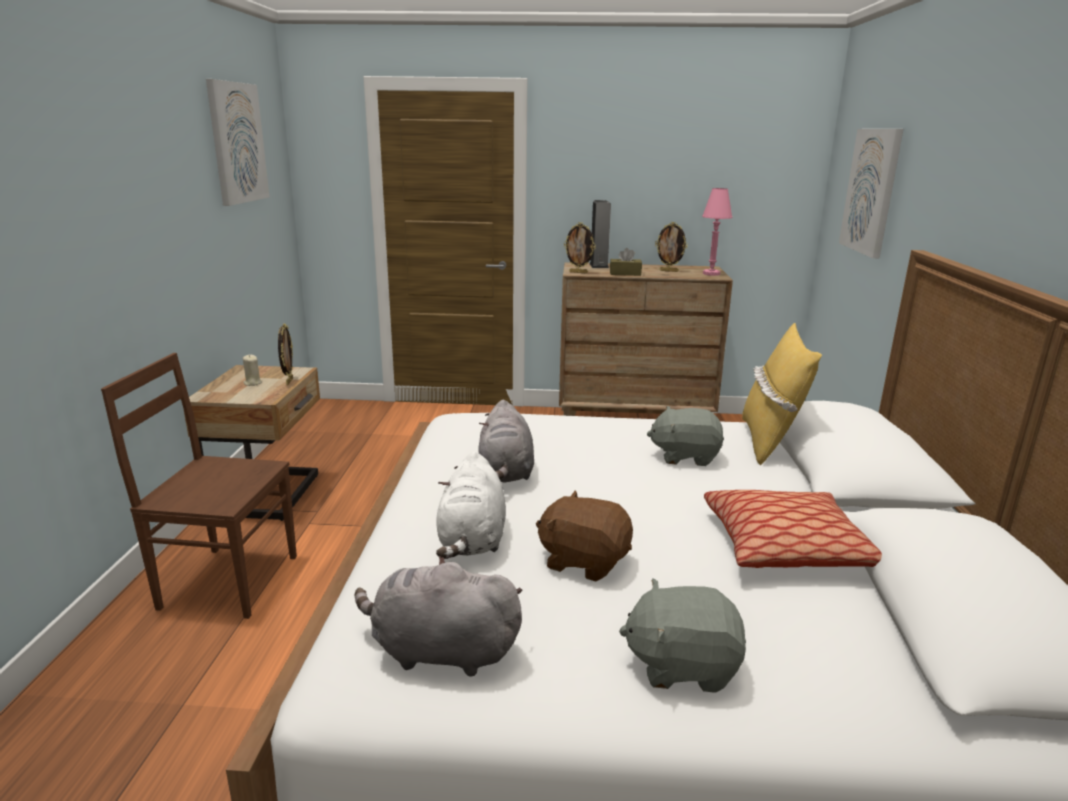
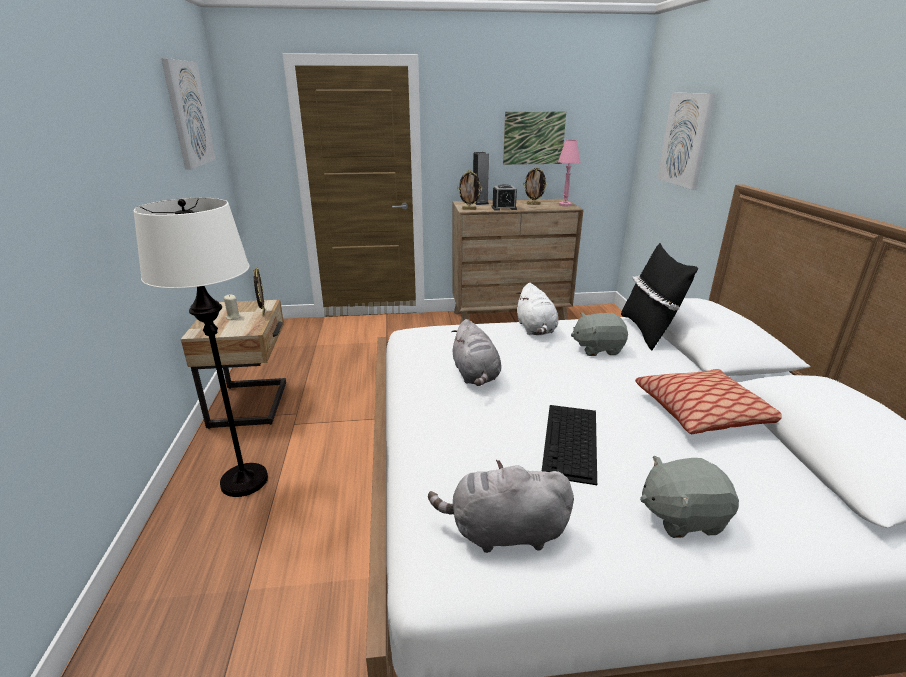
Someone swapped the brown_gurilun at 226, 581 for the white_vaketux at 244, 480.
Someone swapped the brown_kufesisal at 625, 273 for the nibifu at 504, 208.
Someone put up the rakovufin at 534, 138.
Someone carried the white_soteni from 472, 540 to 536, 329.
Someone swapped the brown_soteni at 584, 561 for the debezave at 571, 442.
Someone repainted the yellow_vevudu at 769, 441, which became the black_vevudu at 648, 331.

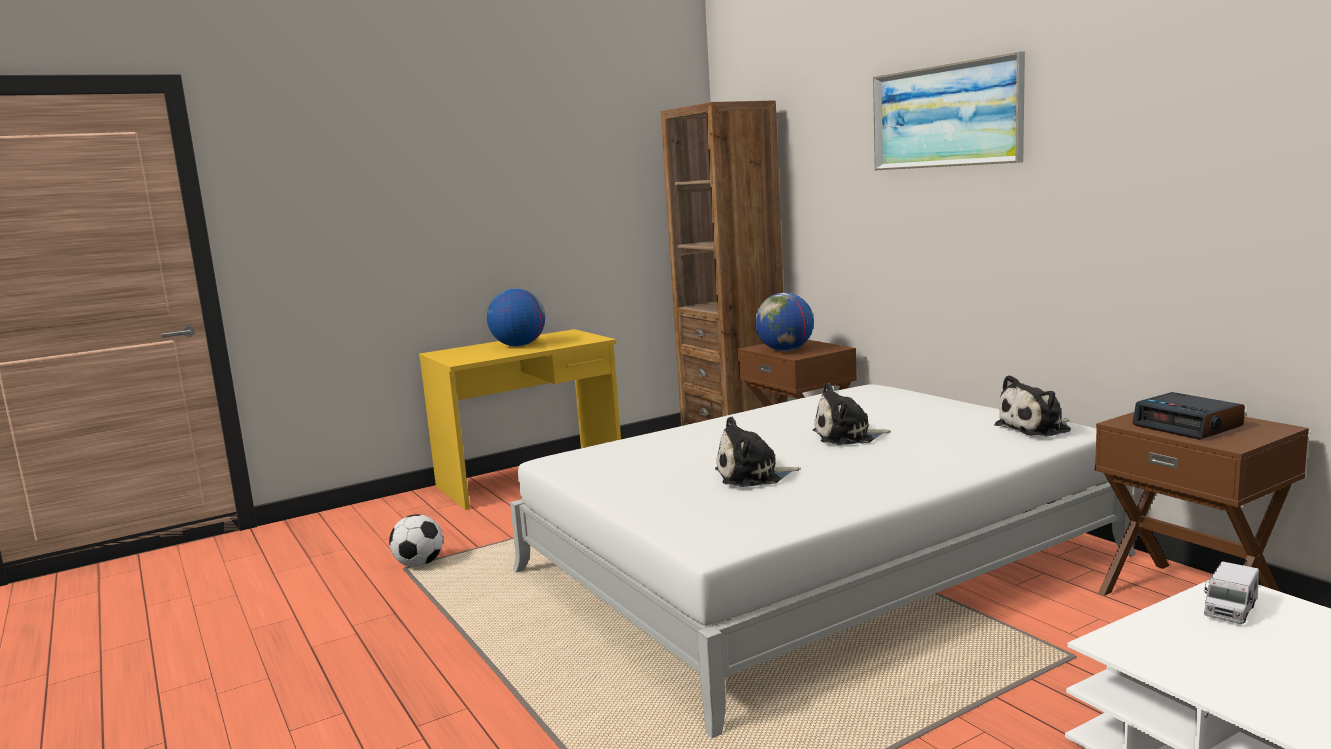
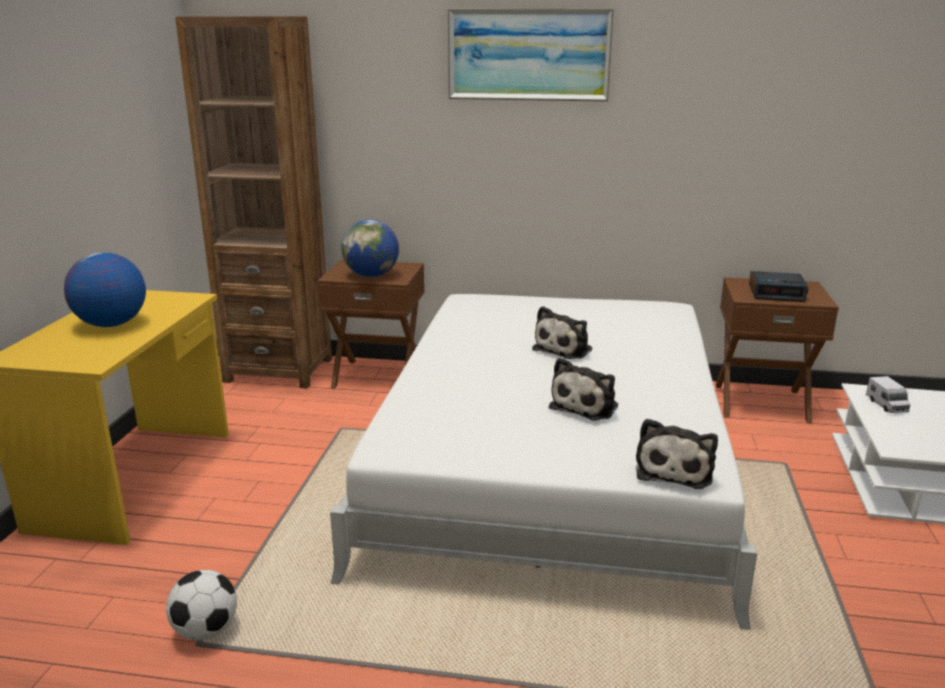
Someone carried the soteni from 1036, 428 to 674, 469.

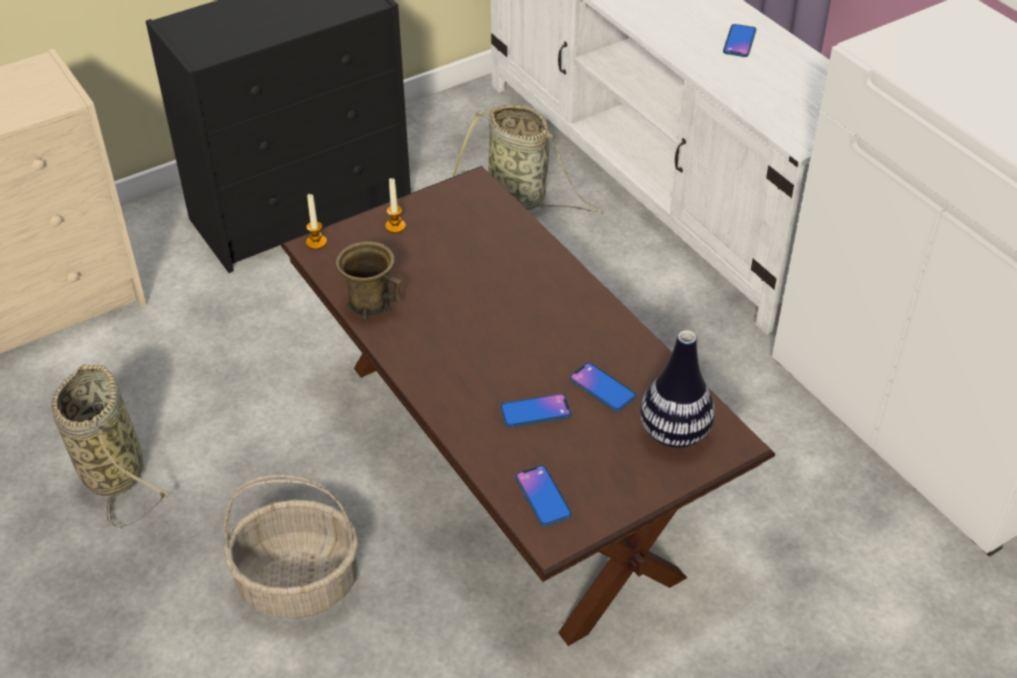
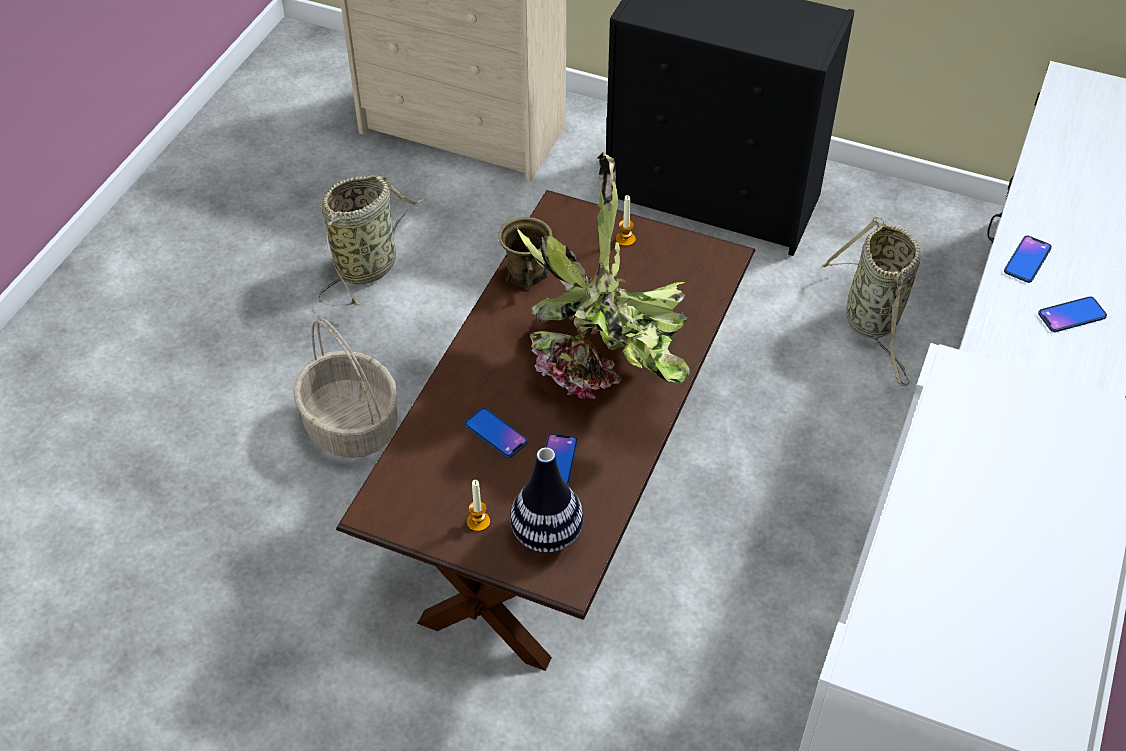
Someone carried the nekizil from 316, 242 to 478, 522.
Someone put down the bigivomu at 609, 367.
Someone carried the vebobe from 543, 496 to 1027, 260.

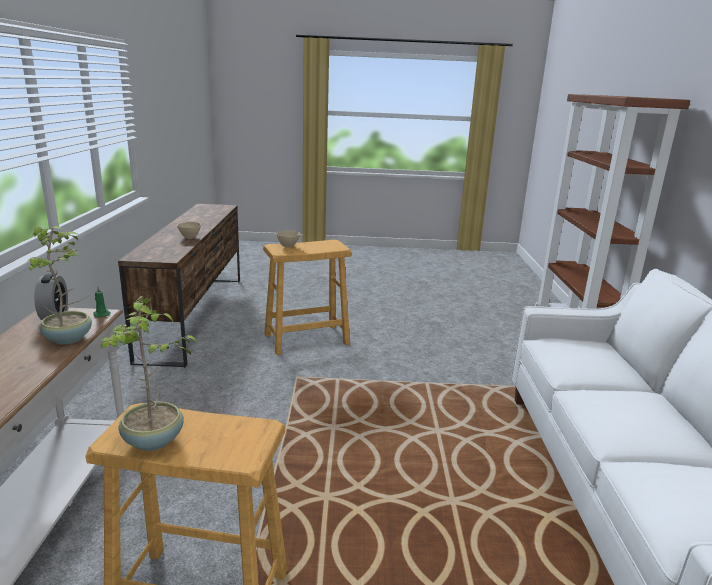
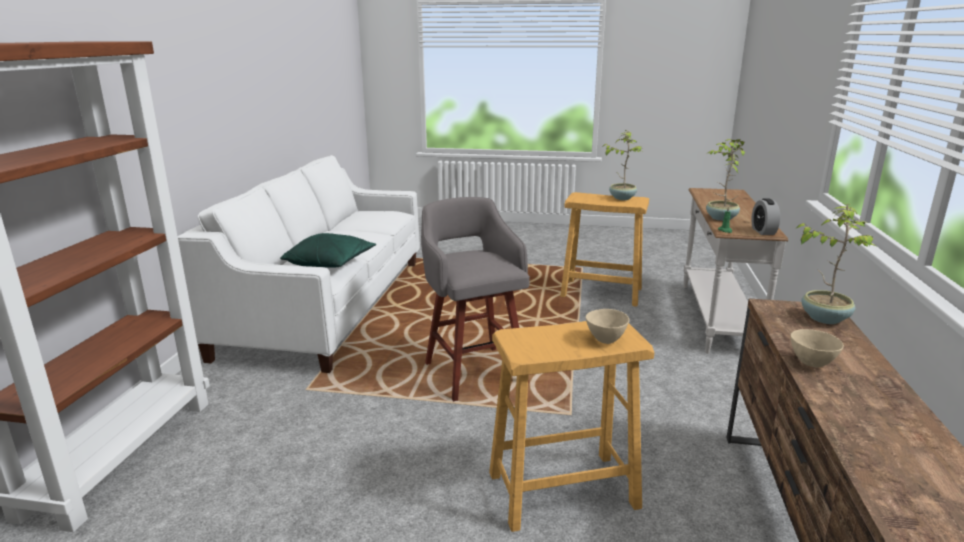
Someone put down the green_vevudu at 330, 263.
Someone put down the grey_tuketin at 474, 371.
Someone put down the bigivomu at 824, 318.

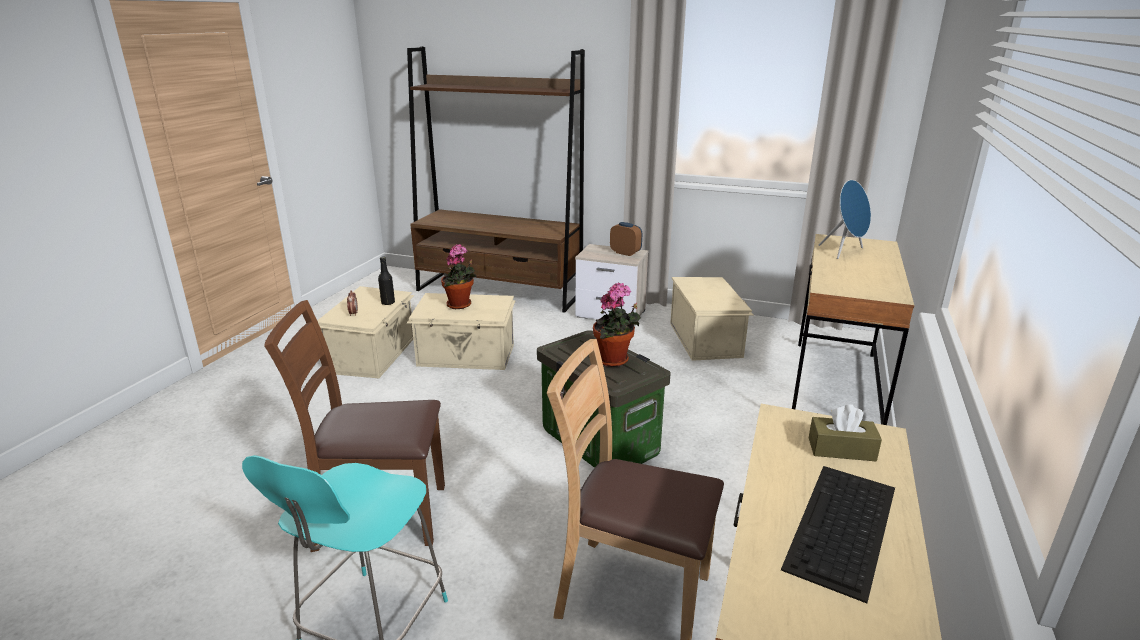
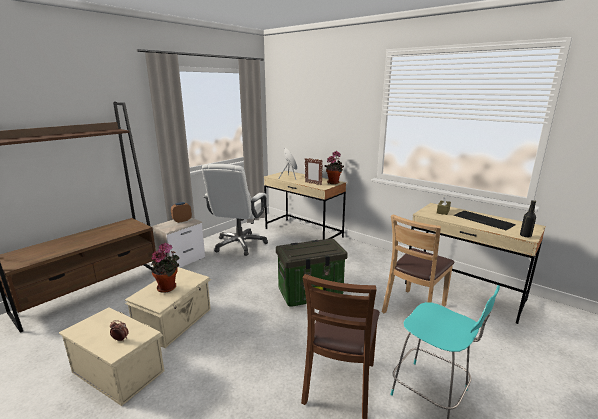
Someone swapped the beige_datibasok at 706, 339 for the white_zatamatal at 240, 244.
Someone put down the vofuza at 313, 183.
Someone carried the bigivomu from 615, 361 to 334, 182.
Someone carried the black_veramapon from 388, 303 to 525, 235.

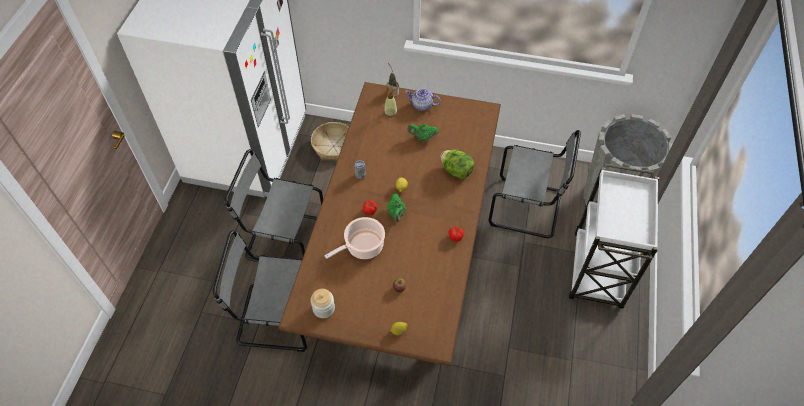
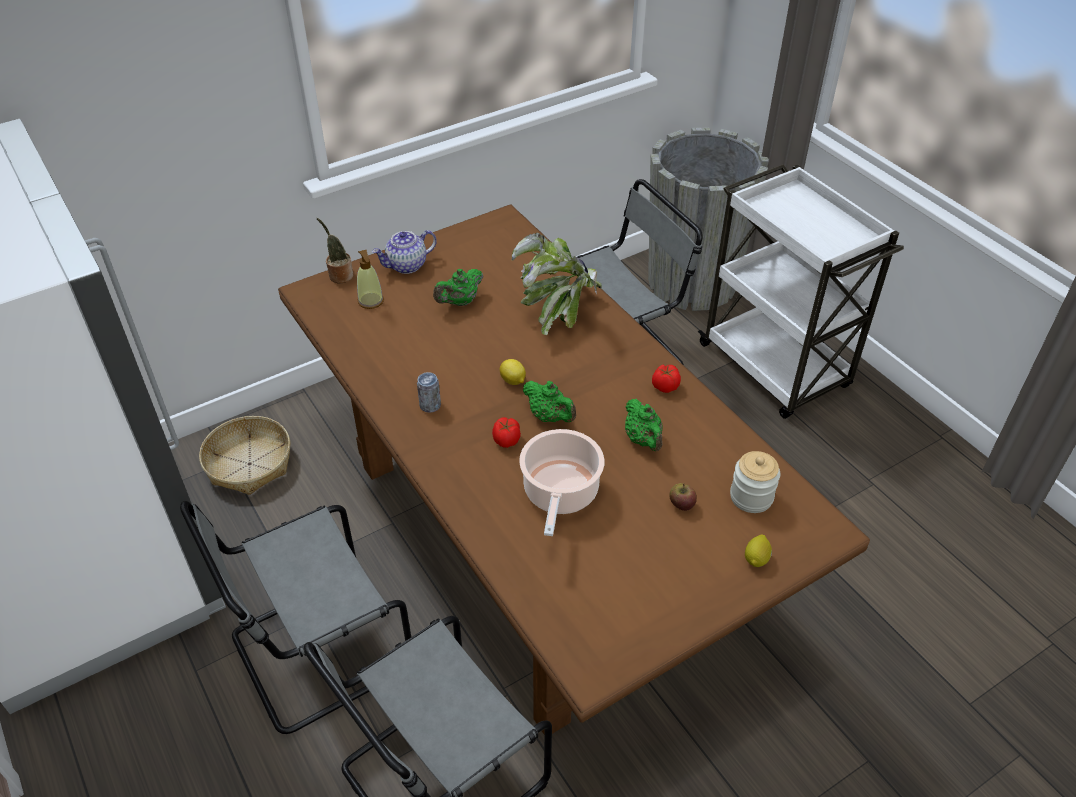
Someone swapped the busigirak at 456, 171 for the bigivomu at 559, 311.
Someone put down the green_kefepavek at 643, 440.
Someone carried the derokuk from 323, 308 to 751, 497.

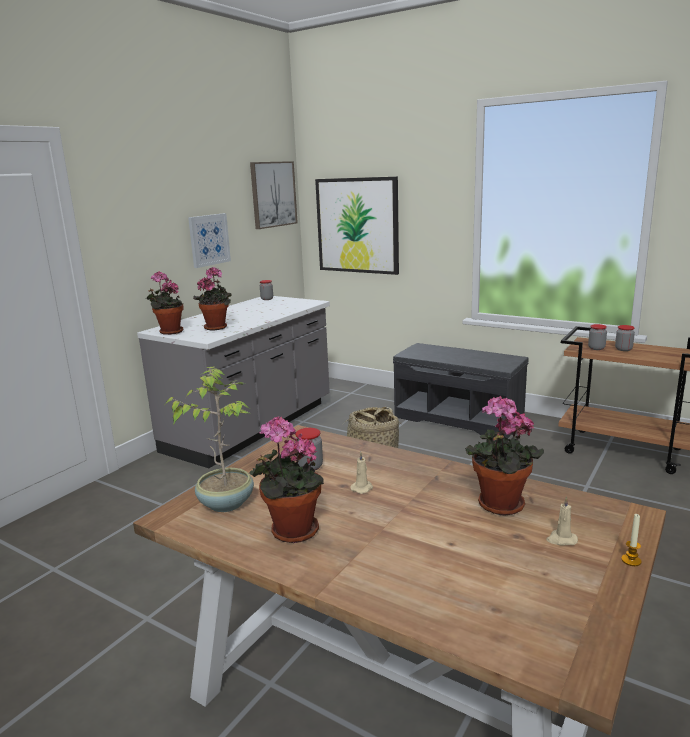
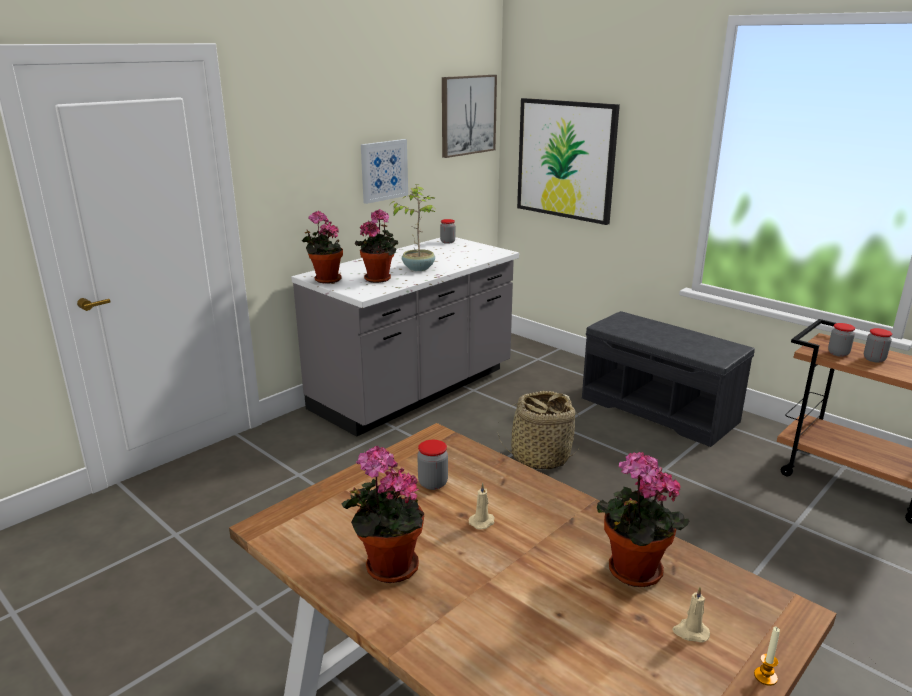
Someone carried the bigivomu from 226, 502 to 418, 268.

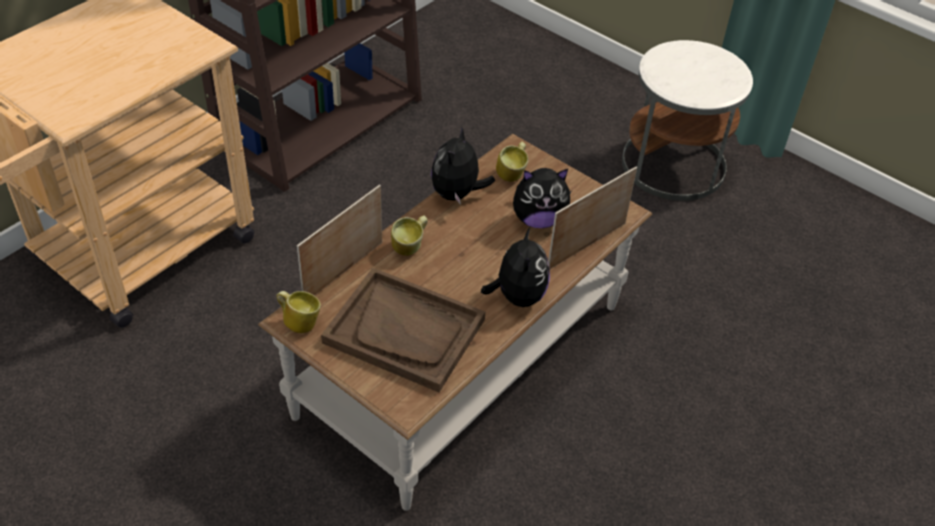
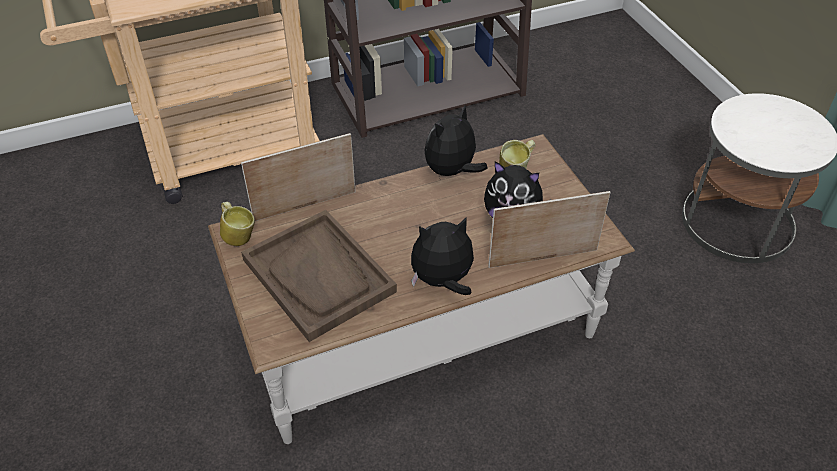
Someone rotated the soteni at 517, 296 by 135 degrees counterclockwise.
Someone took away the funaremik at 410, 247.

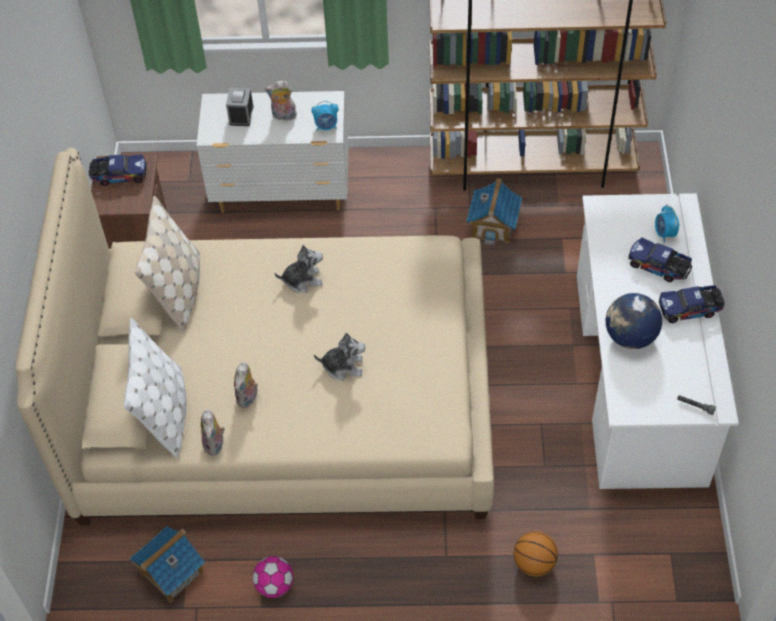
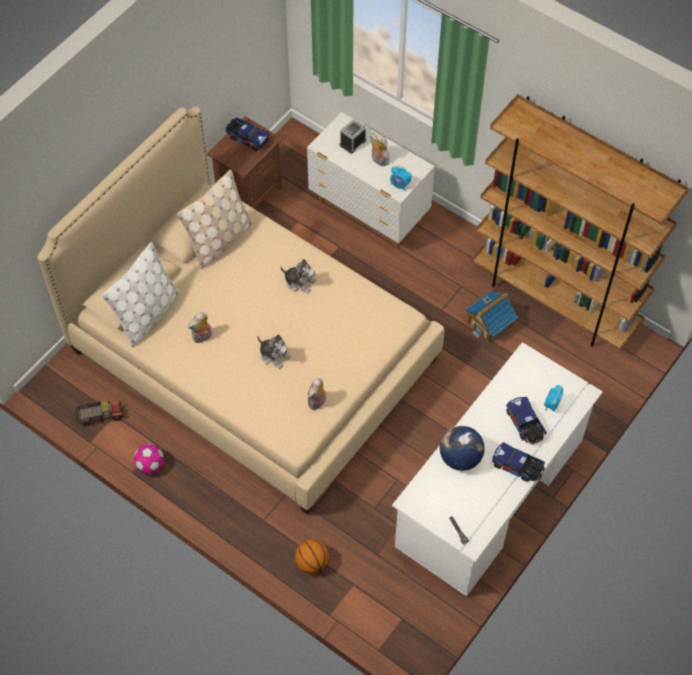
Someone swapped the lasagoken at 171, 572 for the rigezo at 100, 416.
Someone carried the soteni from 215, 445 to 317, 403.

